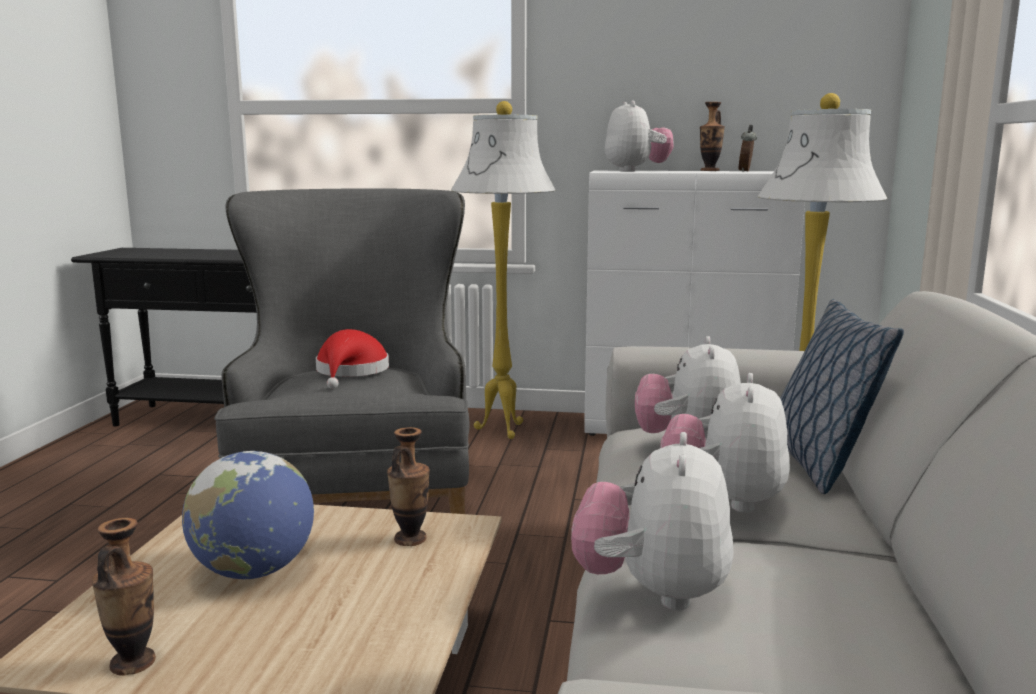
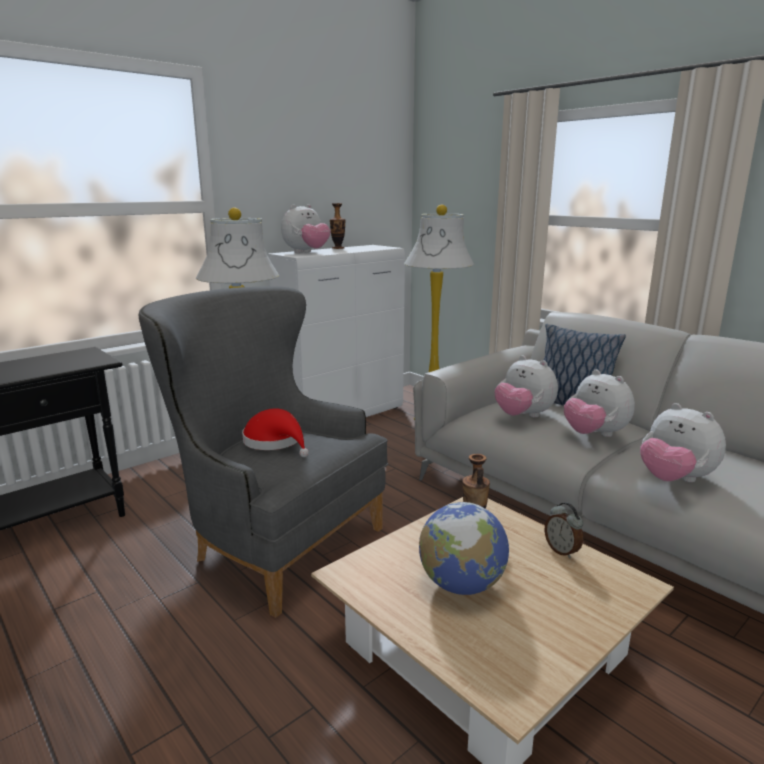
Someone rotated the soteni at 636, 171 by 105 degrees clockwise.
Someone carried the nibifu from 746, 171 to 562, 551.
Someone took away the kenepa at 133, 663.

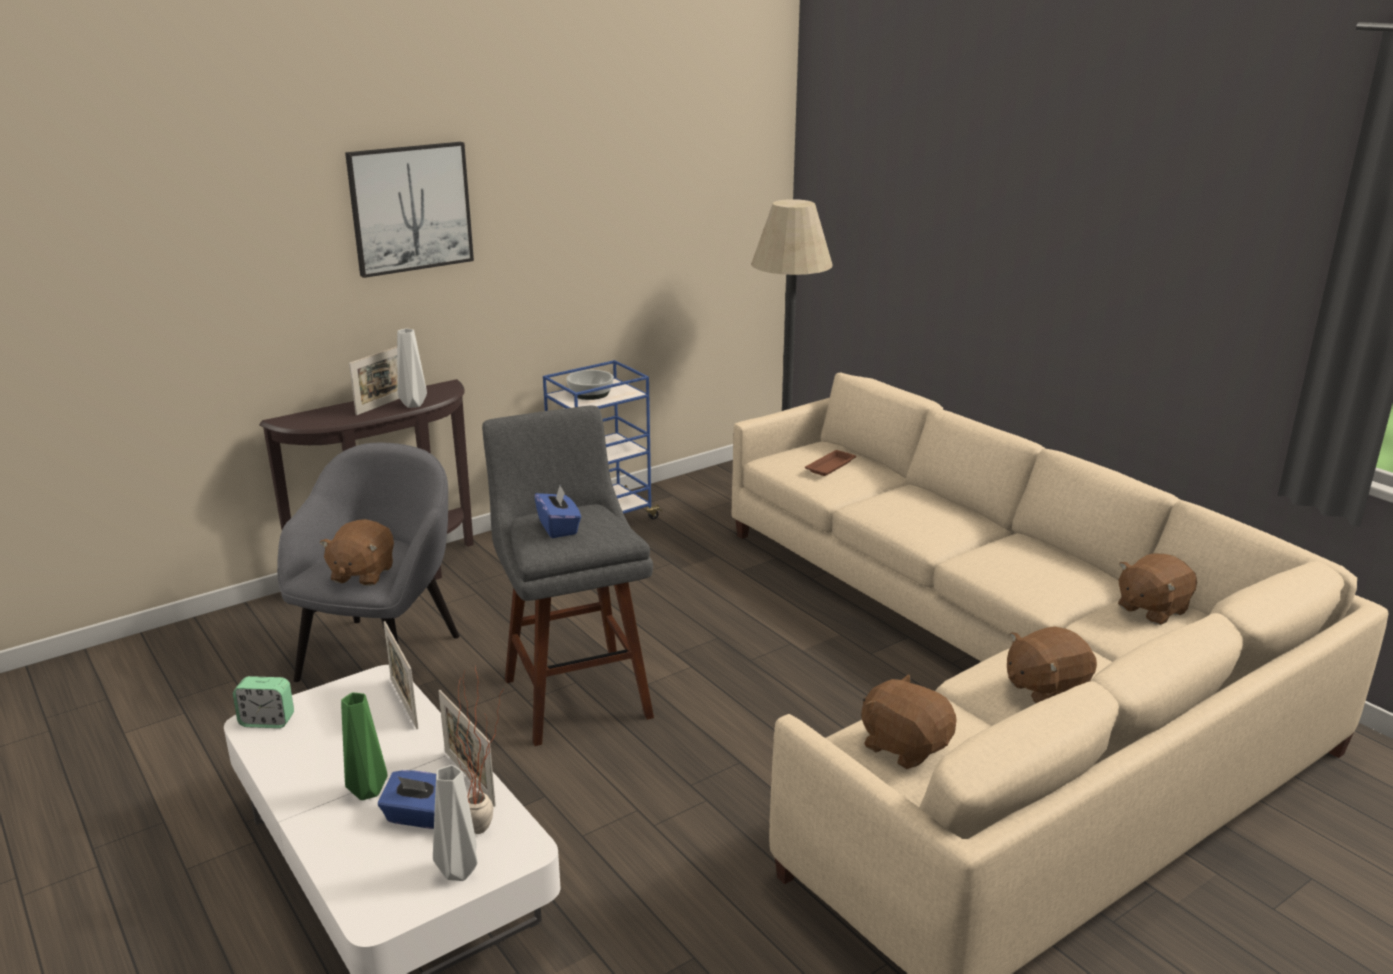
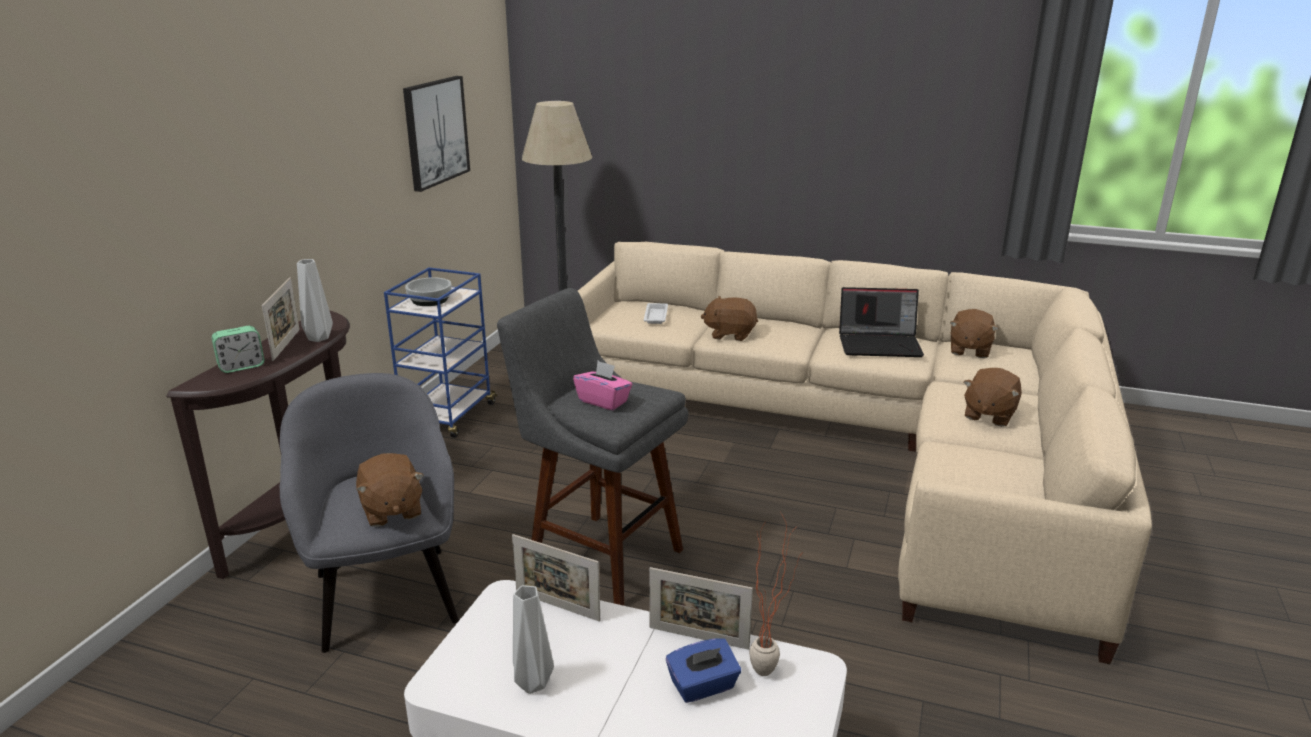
Someone carried the nibifu from 267, 721 to 241, 366.
Someone carried the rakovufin from 410, 208 to 435, 132.
Someone carried the grey_kenepa from 460, 870 to 533, 682.
Someone repainted the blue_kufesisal at 559, 527, which became the pink_kufesisal at 603, 401.
Someone repainted the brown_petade at 831, 466, which became the white_petade at 656, 316.
Someone carried the brown_soteni from 905, 746 to 730, 334.
Someone put down the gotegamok at 880, 344.
Someone took away the green_kenepa at 365, 792.

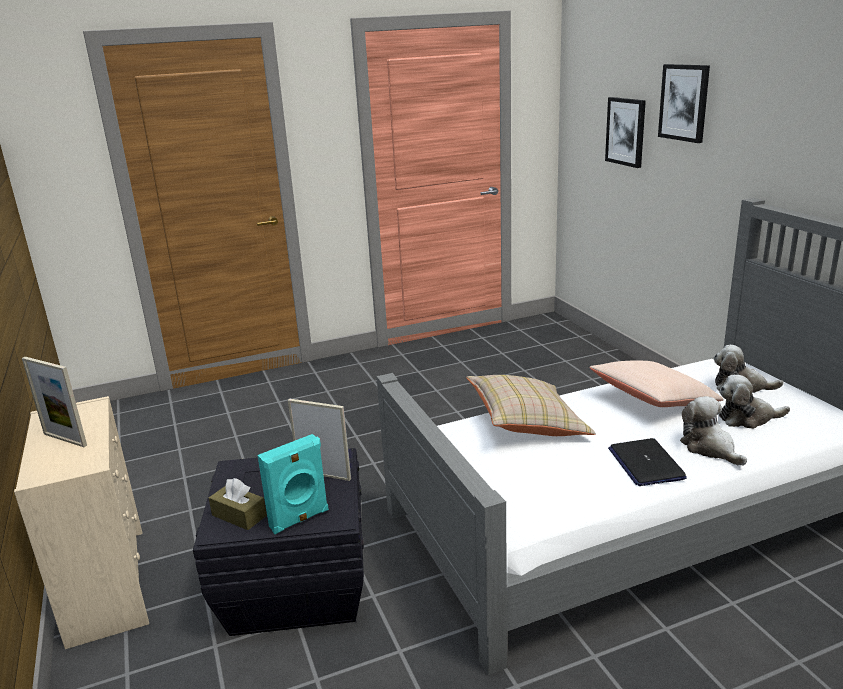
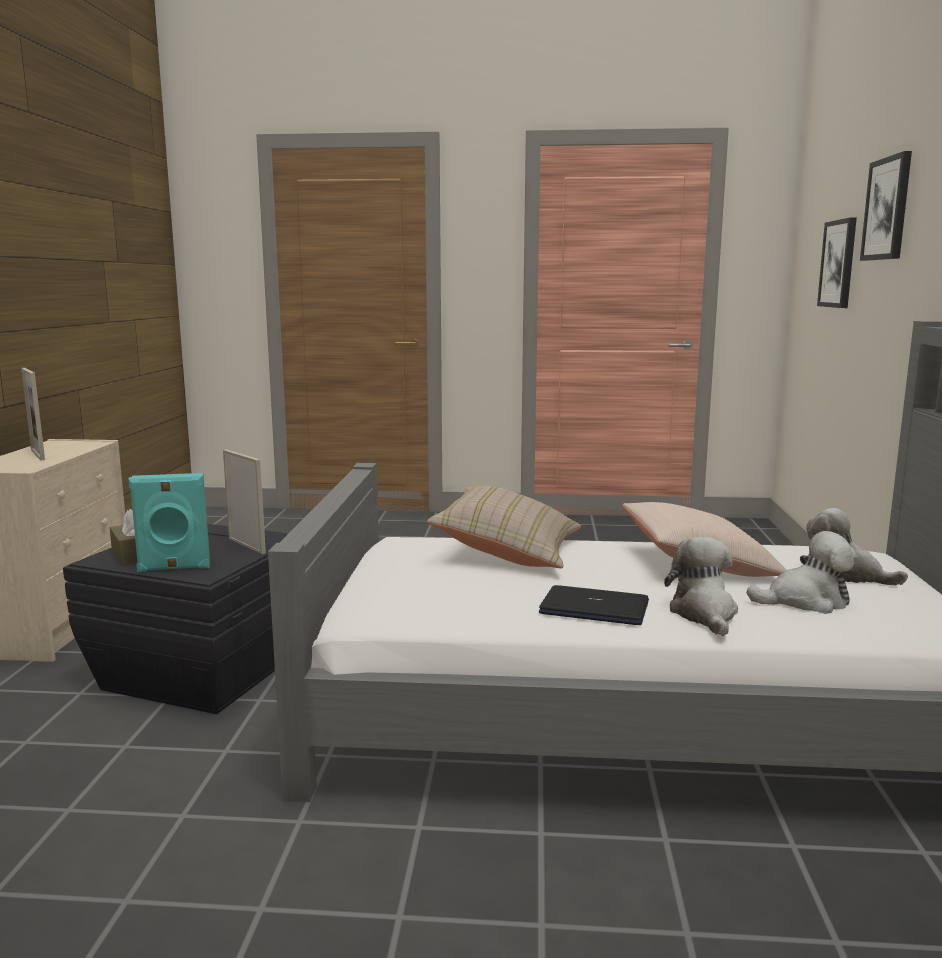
Someone rotated the gotegamok at 645, 463 by 90 degrees clockwise.
Someone rotated the soteni at 747, 418 by 150 degrees clockwise.

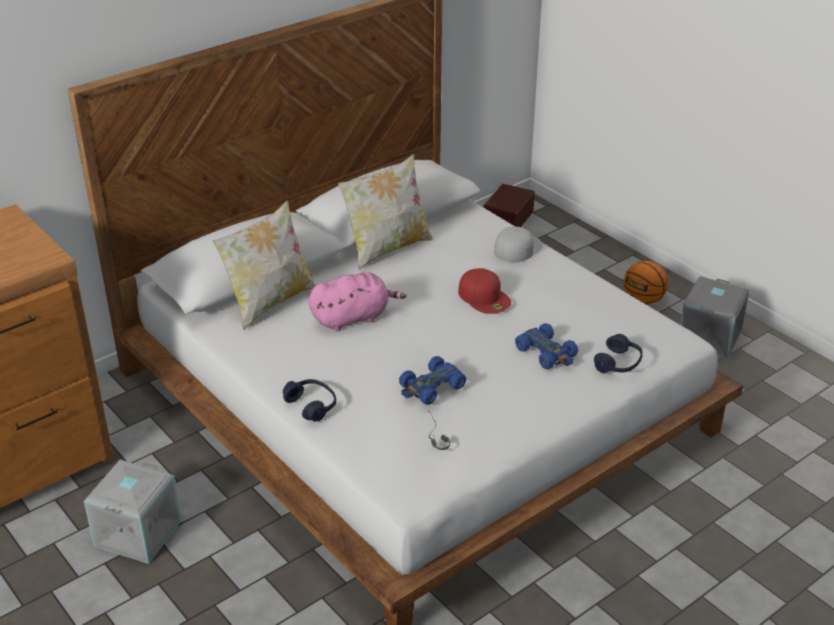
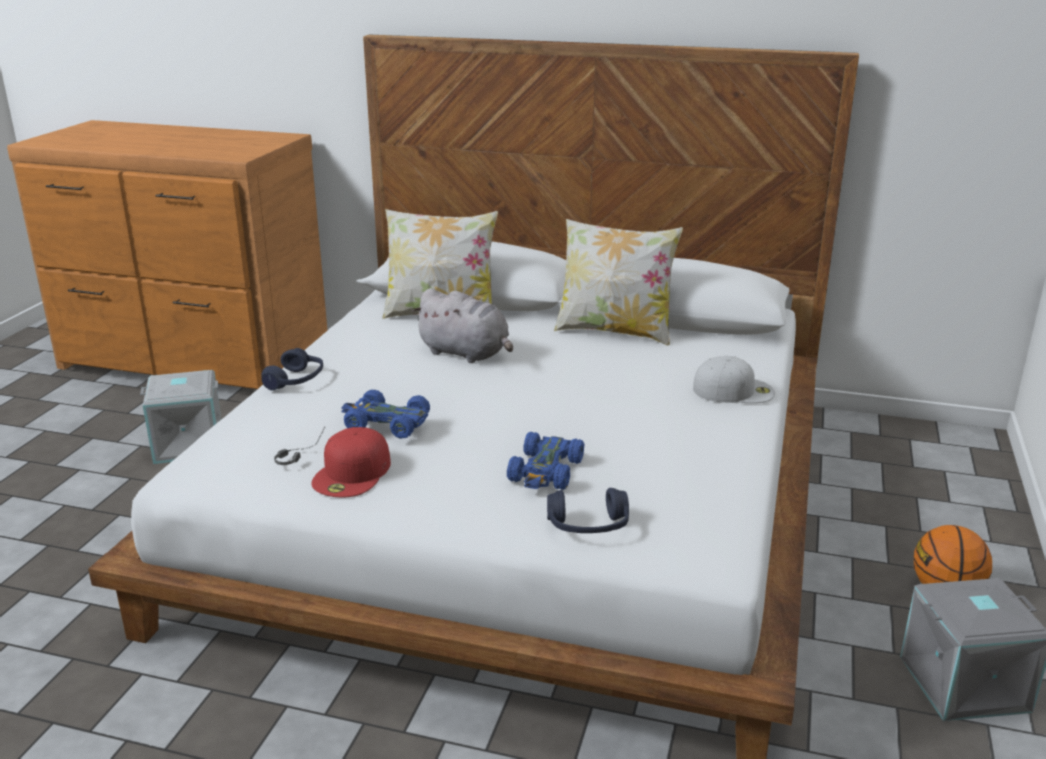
Someone carried the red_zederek from 484, 297 to 353, 473.
Someone repainted the pink_soteni at 353, 318, which became the grey_soteni at 466, 353.
Someone took away the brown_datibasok at 506, 218.

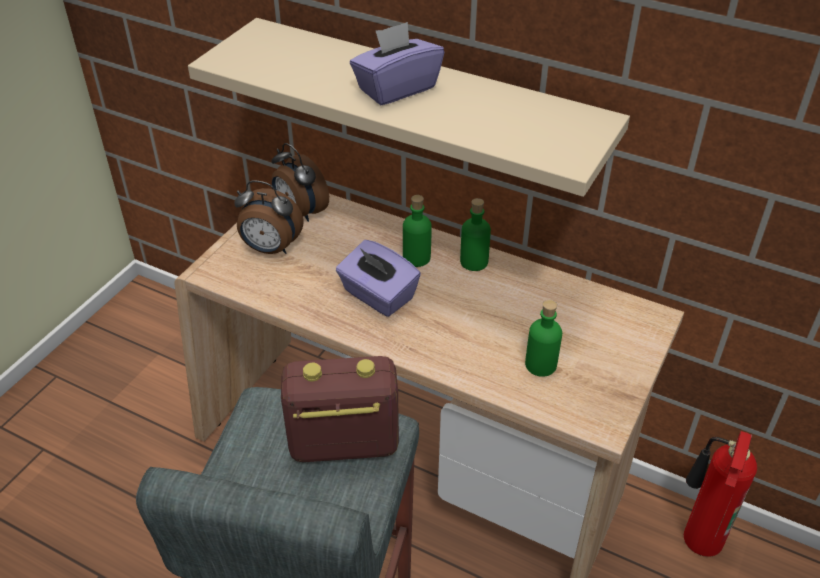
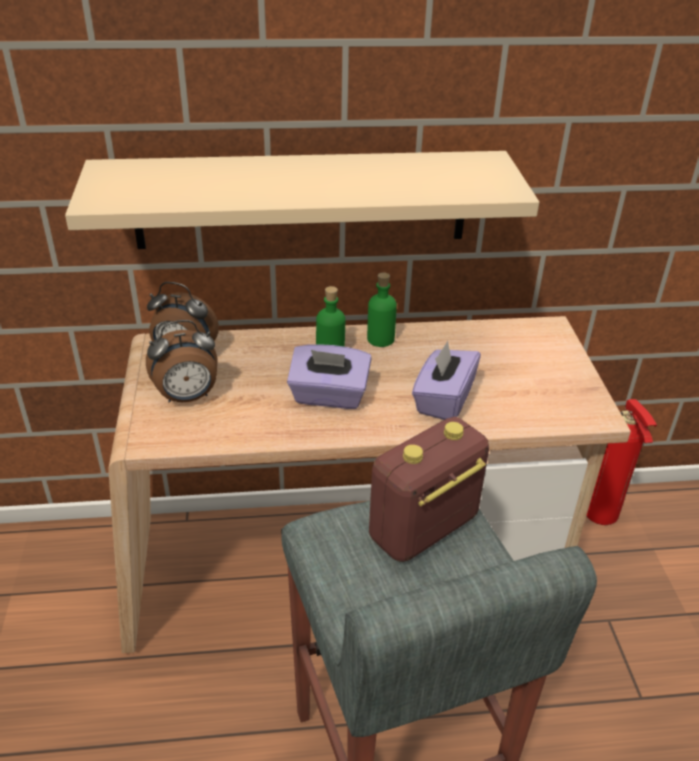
Someone carried the purple_kufesisal from 396, 88 to 443, 400.
Someone took away the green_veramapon at 540, 365.

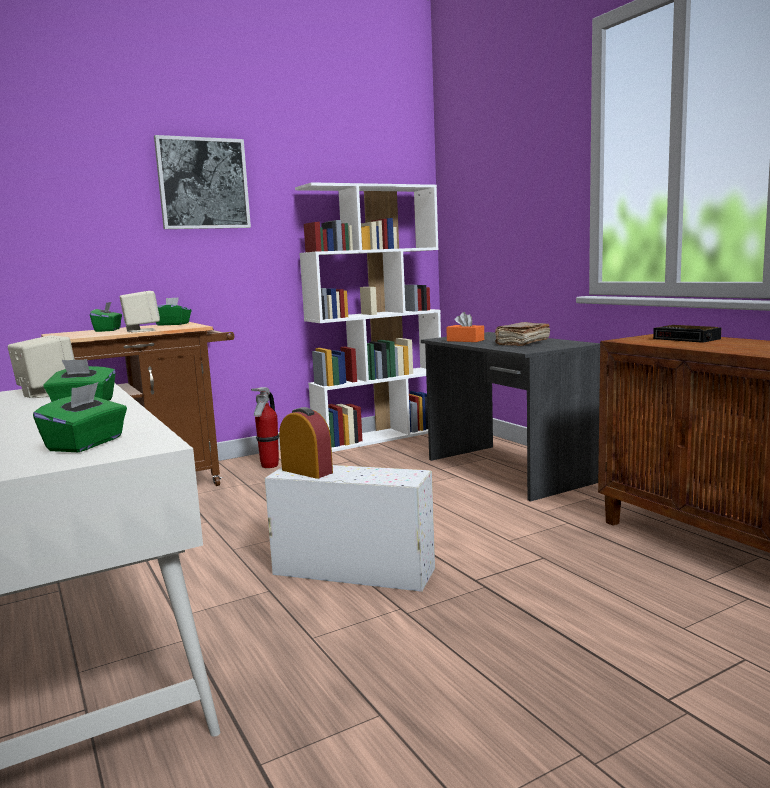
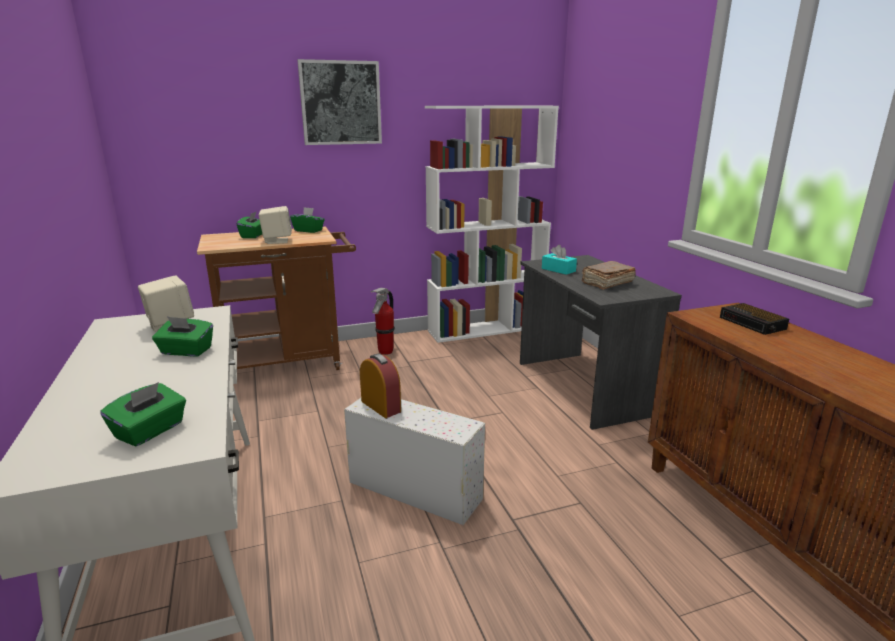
Someone repainted the orange_kufesisal at 465, 340, which became the turquoise_kufesisal at 558, 270.

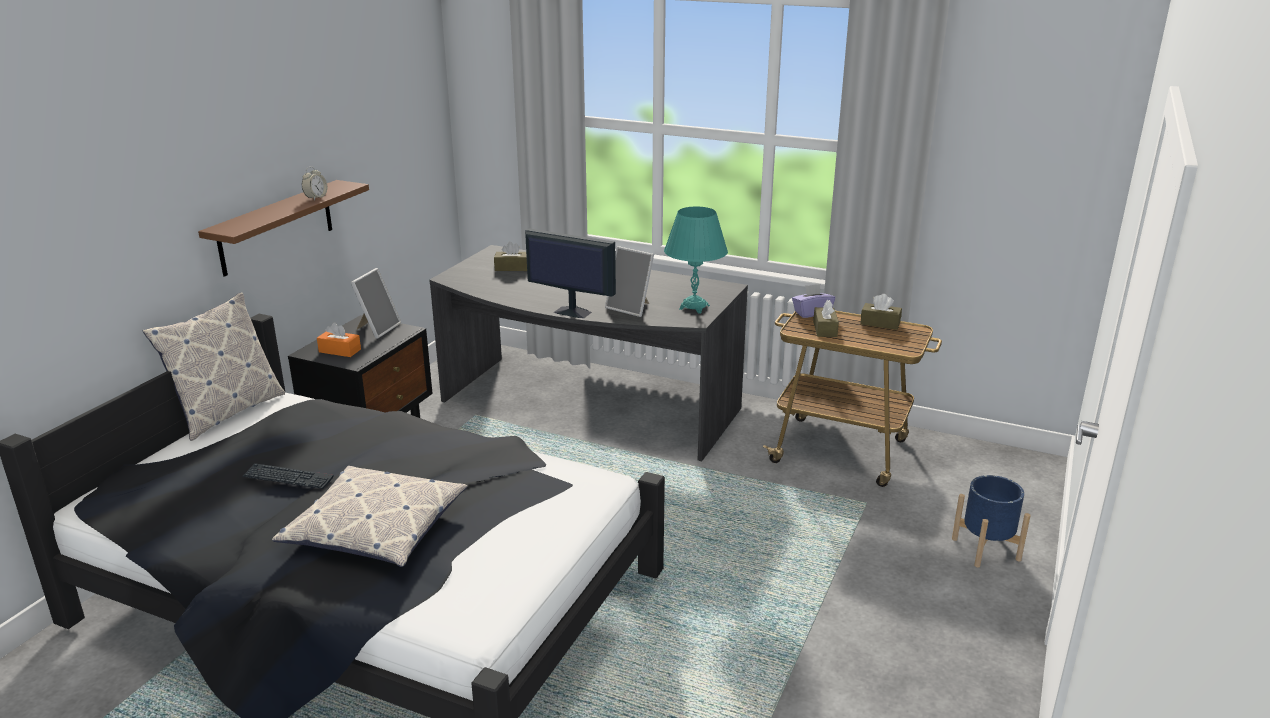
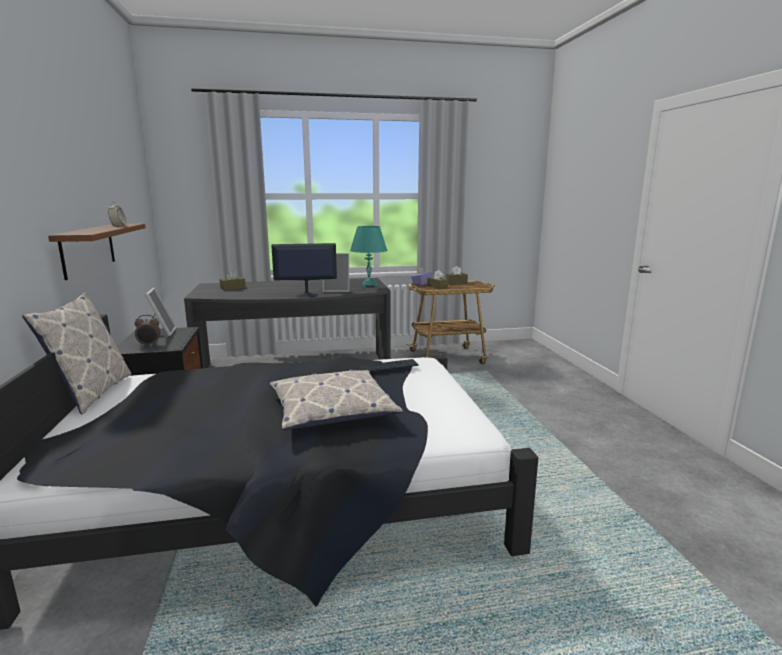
Someone swapped the orange_kufesisal at 340, 351 for the nibifu at 149, 345.
Someone carried the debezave from 288, 478 to 388, 367.
Someone took away the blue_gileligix at 986, 549.

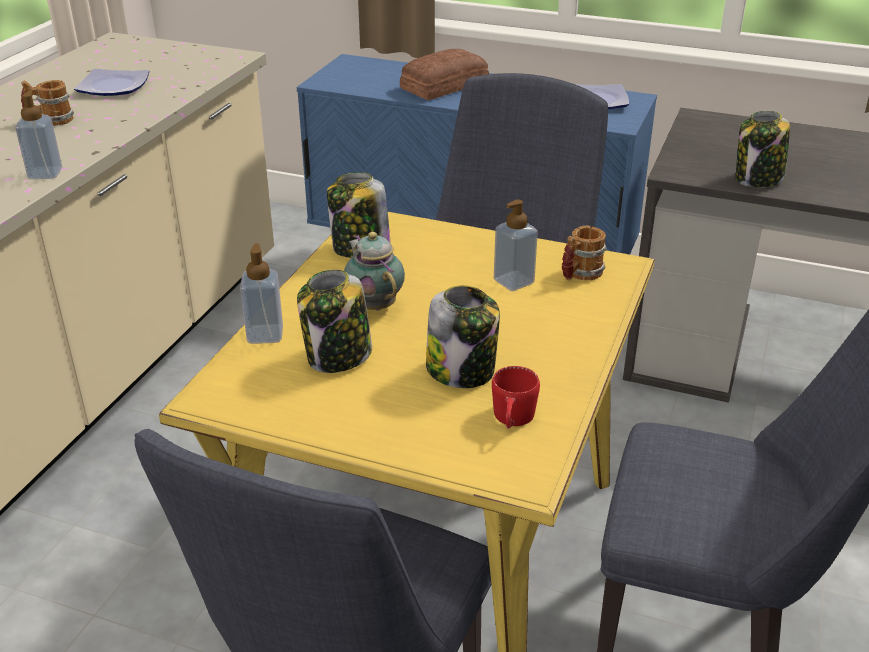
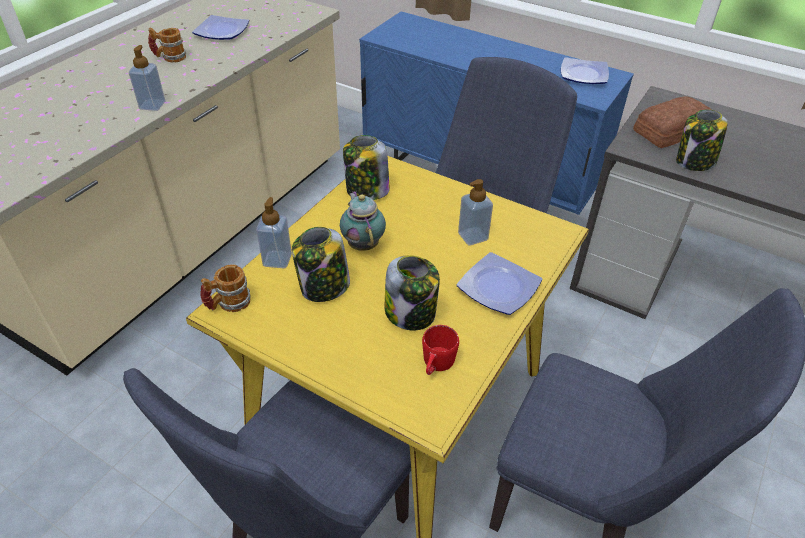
Someone carried the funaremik from 579, 274 to 228, 304.
Someone put down the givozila at 500, 287.
Someone carried the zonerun from 442, 85 to 670, 130.

